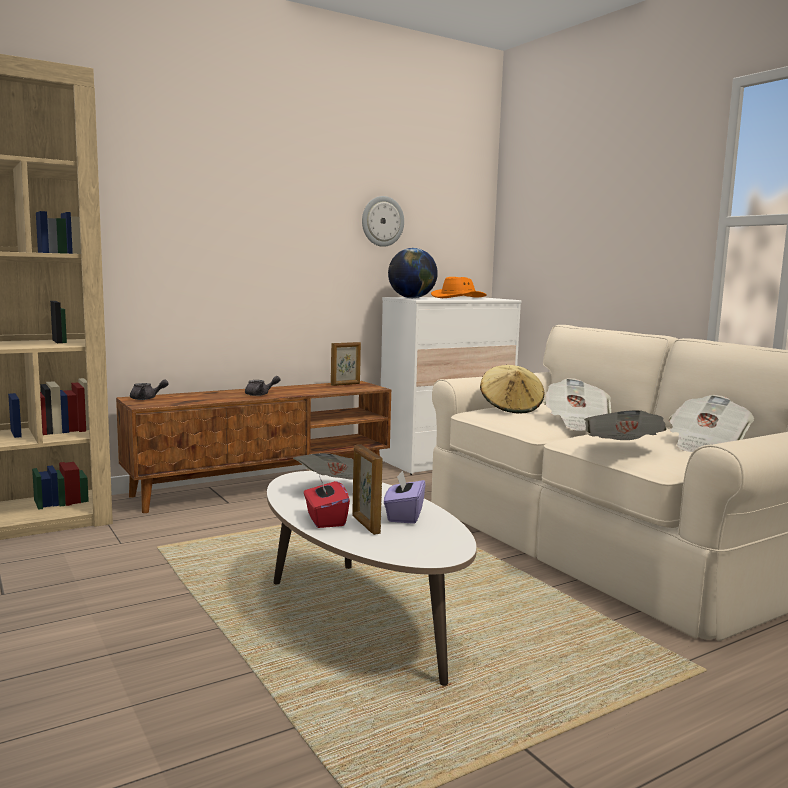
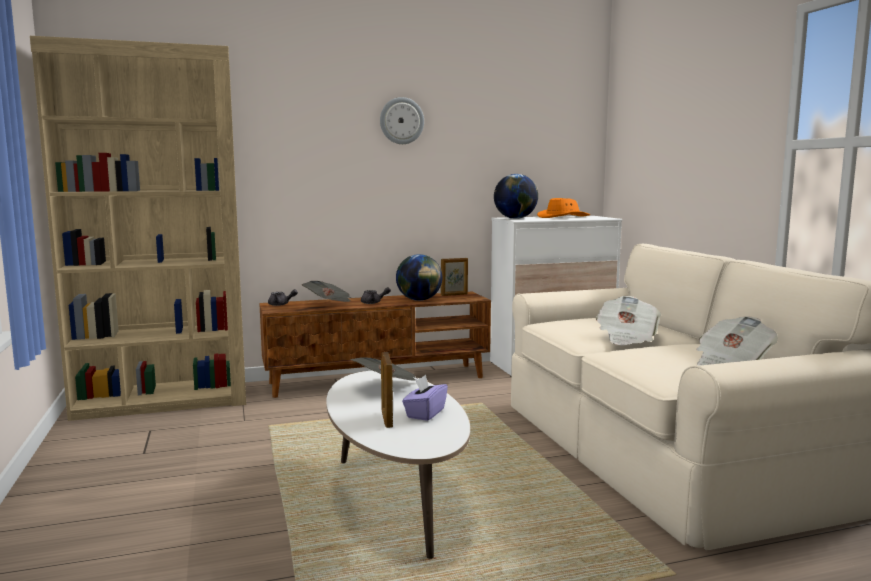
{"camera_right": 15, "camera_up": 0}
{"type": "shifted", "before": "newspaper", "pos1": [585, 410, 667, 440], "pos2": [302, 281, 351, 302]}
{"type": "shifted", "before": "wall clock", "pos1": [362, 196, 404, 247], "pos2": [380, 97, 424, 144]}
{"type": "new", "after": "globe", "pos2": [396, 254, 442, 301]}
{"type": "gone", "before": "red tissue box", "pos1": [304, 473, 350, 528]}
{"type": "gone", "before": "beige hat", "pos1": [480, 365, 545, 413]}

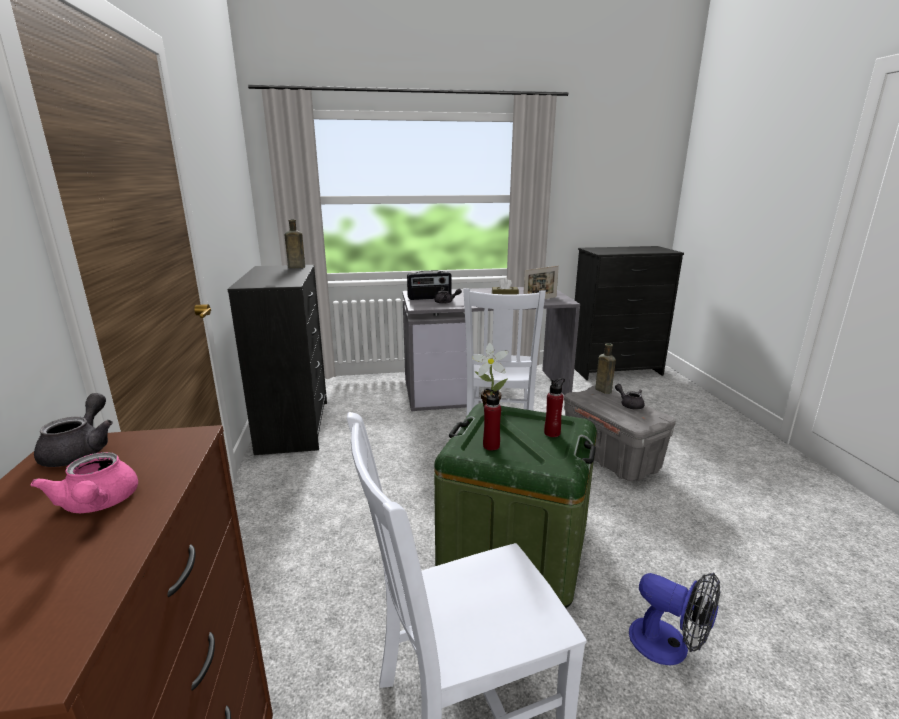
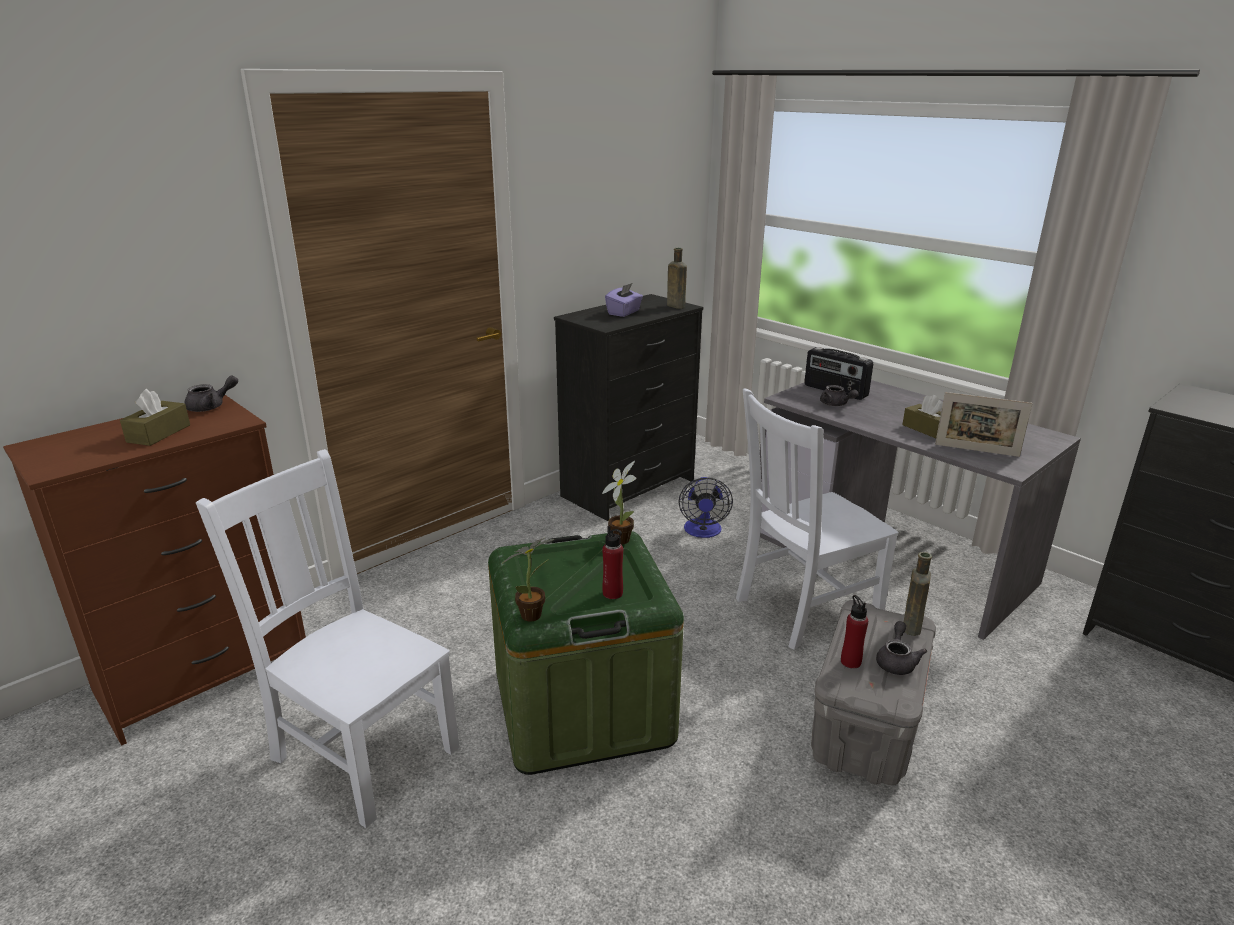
{"camera_right": 55, "camera_up": 5}
{"type": "swapped", "before": "pink teapot", "after": "brown tissue box", "pos1": [30, 452, 138, 513], "pos2": [120, 389, 190, 446]}
{"type": "new", "after": "potted plant", "pos2": [503, 538, 555, 622]}
{"type": "new", "after": "purple tissue box", "pos2": [605, 283, 643, 317]}
{"type": "shifted", "before": "fan", "pos1": [629, 573, 721, 665], "pos2": [679, 477, 733, 538]}
{"type": "shifted", "before": "red bottle", "pos1": [483, 389, 501, 451], "pos2": [841, 595, 868, 669]}

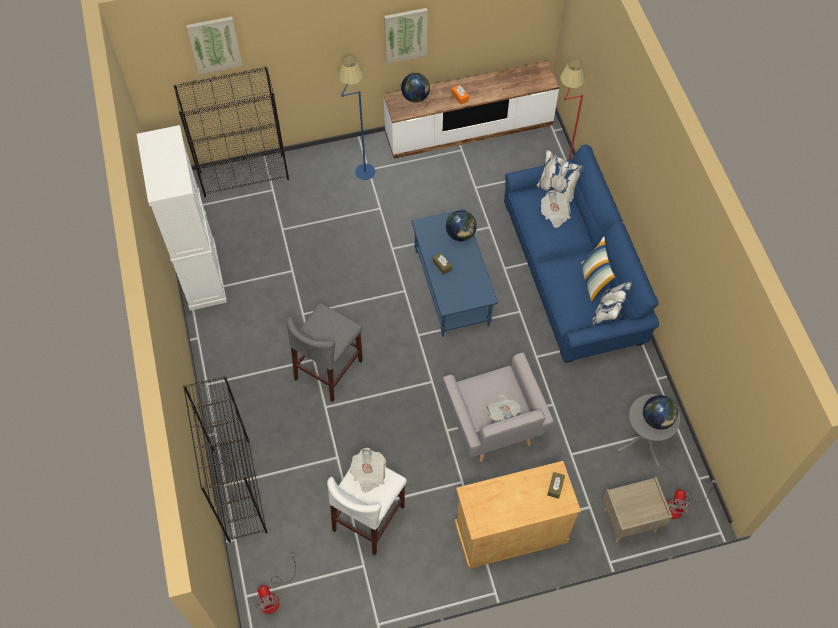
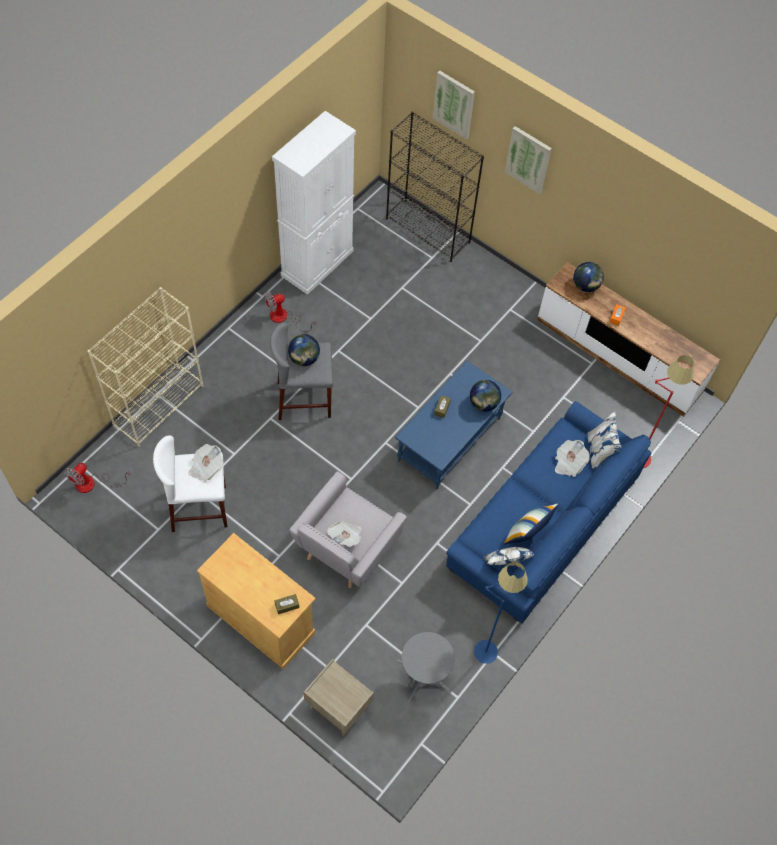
{"camera_right": 50, "camera_up": 0}
{"type": "repainted", "before": "black bookcase", "after": "beige bookcase", "pos1": [183, 376, 267, 543], "pos2": [88, 287, 203, 447]}
{"type": "shifted", "before": "fan", "pos1": [666, 480, 717, 519], "pos2": [265, 291, 316, 332]}
{"type": "shifted", "before": "globe", "pos1": [643, 395, 678, 430], "pos2": [288, 334, 320, 366]}
{"type": "shifted", "before": "blue floor lamp", "pos1": [338, 56, 375, 180], "pos2": [474, 562, 528, 664]}
{"type": "shifted", "before": "picture", "pos1": [384, 8, 428, 63], "pos2": [505, 126, 552, 194]}

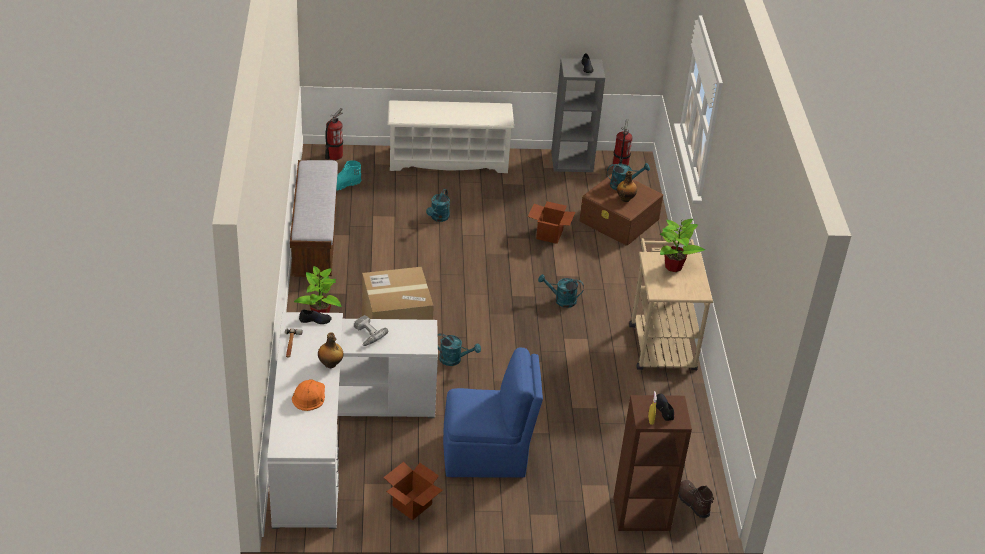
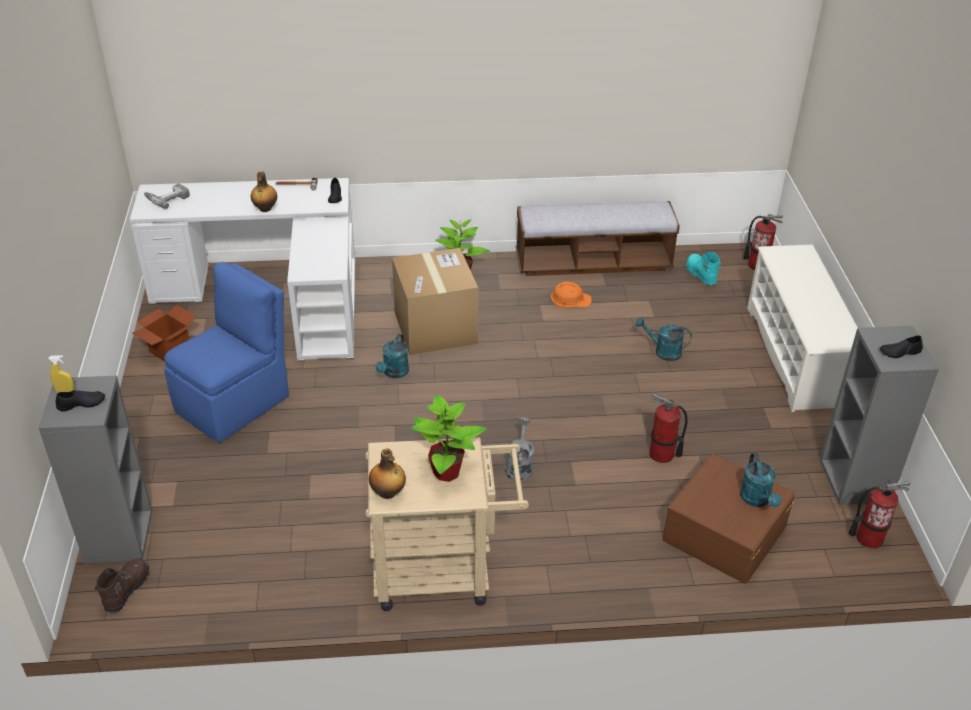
{"camera_right": 90, "camera_up": 0}
{"type": "repainted", "before": "brown bookcase", "after": "grey bookcase", "pos1": [614, 395, 692, 531], "pos2": [39, 376, 152, 564]}
{"type": "rotated", "before": "brown boot", "pos1": [678, 480, 714, 518], "pos2": [95, 559, 149, 613], "turn": -45}
{"type": "shifted", "before": "power drill", "pos1": [354, 315, 388, 346], "pos2": [144, 184, 190, 209]}
{"type": "rotated", "before": "blue chair", "pos1": [443, 347, 543, 477], "pos2": [164, 262, 289, 443], "turn": -135}
{"type": "shifted", "before": "bottle", "pos1": [617, 171, 637, 202], "pos2": [369, 448, 406, 499]}
{"type": "repainted", "before": "turquoise watering can", "after": "grey watering can", "pos1": [538, 274, 584, 308], "pos2": [505, 417, 534, 481]}
{"type": "shifted", "before": "orange hard hat", "pos1": [292, 379, 325, 411], "pos2": [551, 281, 592, 308]}
{"type": "swapped", "before": "cardboard box", "after": "fire extinguisher", "pos1": [528, 201, 575, 244], "pos2": [650, 393, 688, 463]}

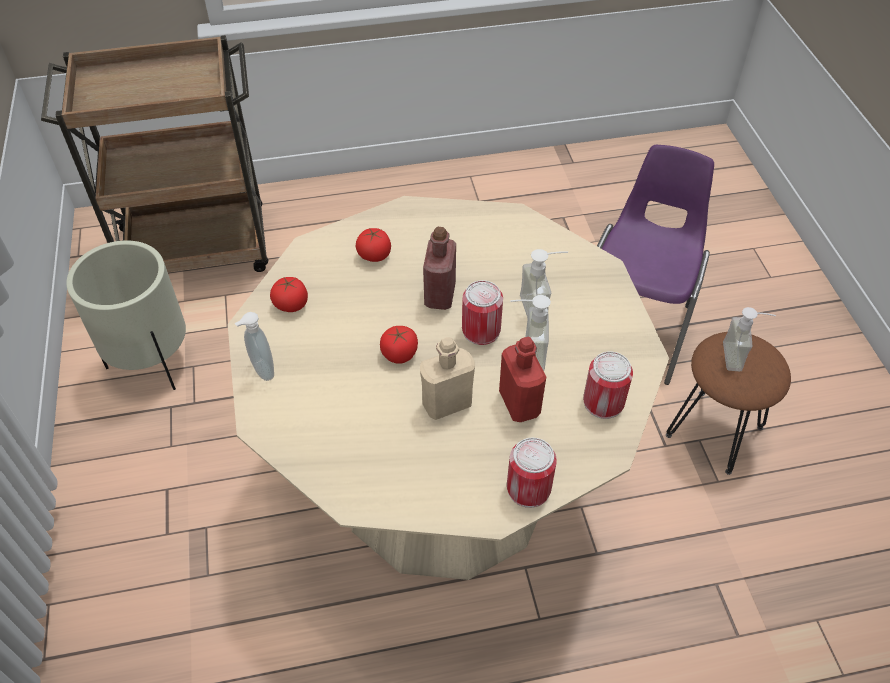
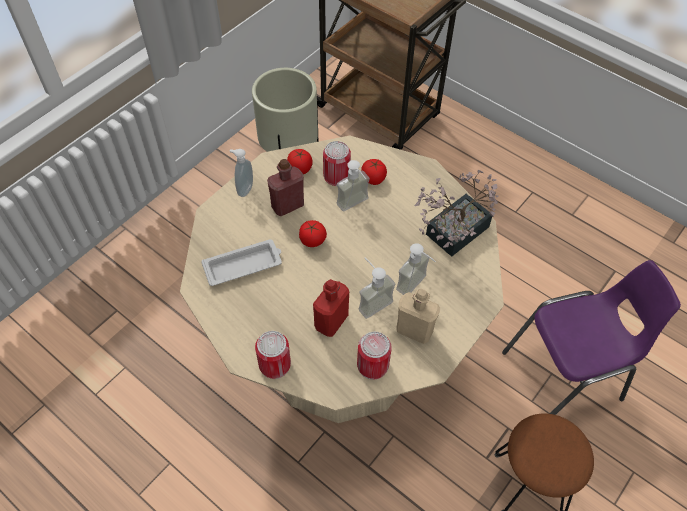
{"camera_right": 50, "camera_up": 5}
{"type": "new", "after": "white tray", "pos2": [202, 239, 282, 286]}
{"type": "shifted", "before": "red bottle", "pos1": [423, 227, 456, 310], "pos2": [267, 159, 304, 216]}
{"type": "shifted", "before": "can", "pos1": [462, 280, 503, 345], "pos2": [323, 141, 351, 186]}
{"type": "shifted", "before": "soap dispenser", "pos1": [723, 307, 776, 371], "pos2": [337, 160, 370, 211]}
{"type": "shifted", "before": "beige bottle", "pos1": [420, 337, 475, 420], "pos2": [396, 289, 440, 344]}
{"type": "new", "after": "potted plant", "pos2": [414, 170, 499, 257]}

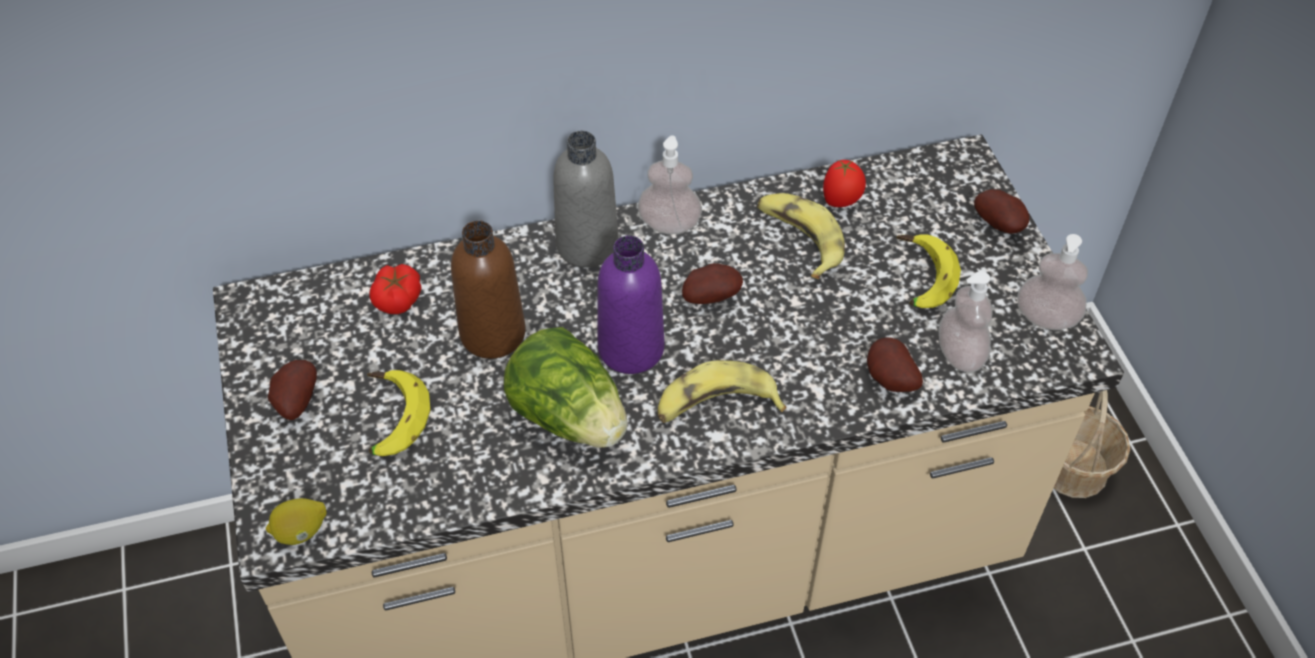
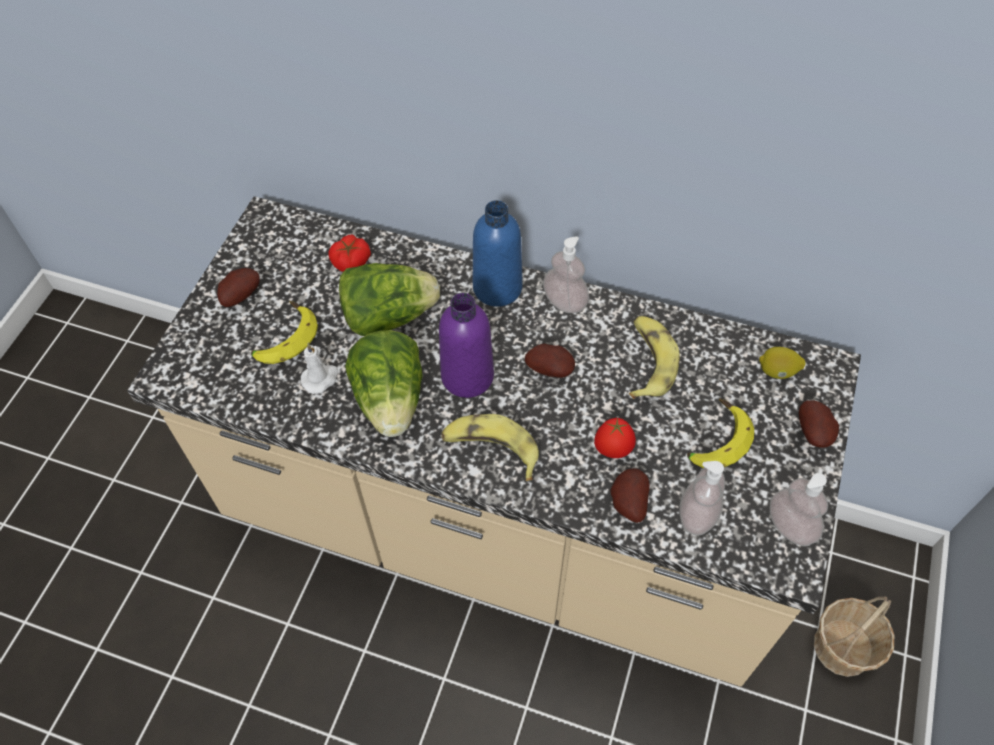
{"camera_right": 35, "camera_up": 5}
{"type": "new", "after": "white candle", "pos2": [301, 343, 338, 394]}
{"type": "swapped", "before": "brown bottle", "after": "lettuce", "pos1": [451, 220, 526, 359], "pos2": [339, 263, 440, 336]}
{"type": "repainted", "before": "grey bottle", "after": "blue bottle", "pos1": [553, 131, 619, 268], "pos2": [473, 200, 523, 307]}
{"type": "shifted", "before": "tomato", "pos1": [823, 160, 866, 207], "pos2": [594, 418, 636, 458]}
{"type": "shifted", "before": "lemon", "pos1": [266, 498, 327, 545], "pos2": [759, 347, 805, 379]}

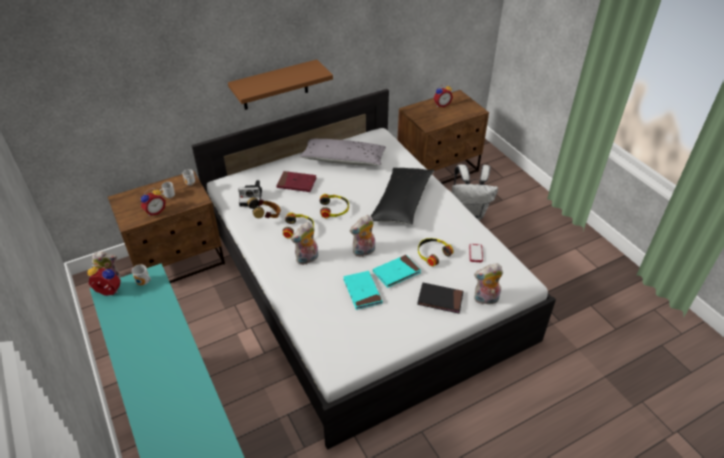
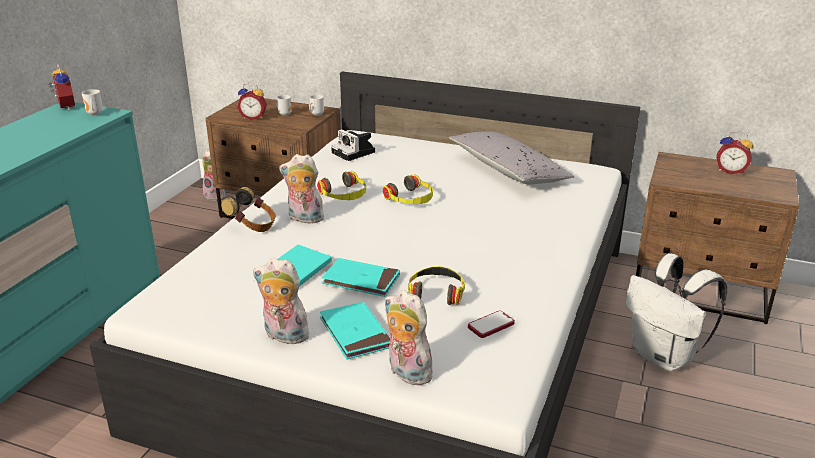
{"camera_right": 50, "camera_up": -15}
{"type": "shifted", "before": "headphones", "pos1": [247, 197, 281, 218], "pos2": [221, 187, 276, 232]}
{"type": "shifted", "before": "plush toy", "pos1": [350, 215, 375, 257], "pos2": [253, 258, 309, 344]}
{"type": "repainted", "before": "black book", "after": "turquoise book", "pos1": [417, 283, 464, 314], "pos2": [320, 302, 390, 359]}
{"type": "gone", "before": "brown shelf", "pos1": [228, 59, 333, 110]}
{"type": "gone", "before": "red book", "pos1": [276, 171, 317, 192]}
{"type": "gone", "before": "black pillow", "pos1": [371, 168, 434, 225]}

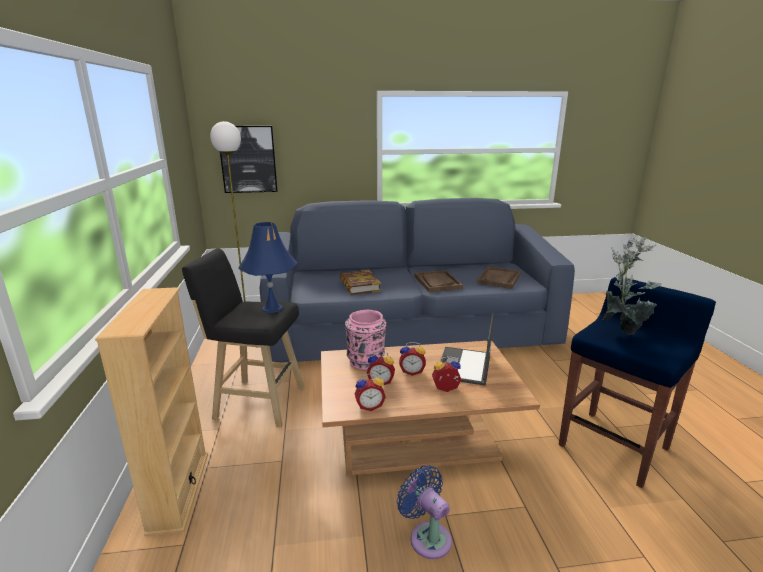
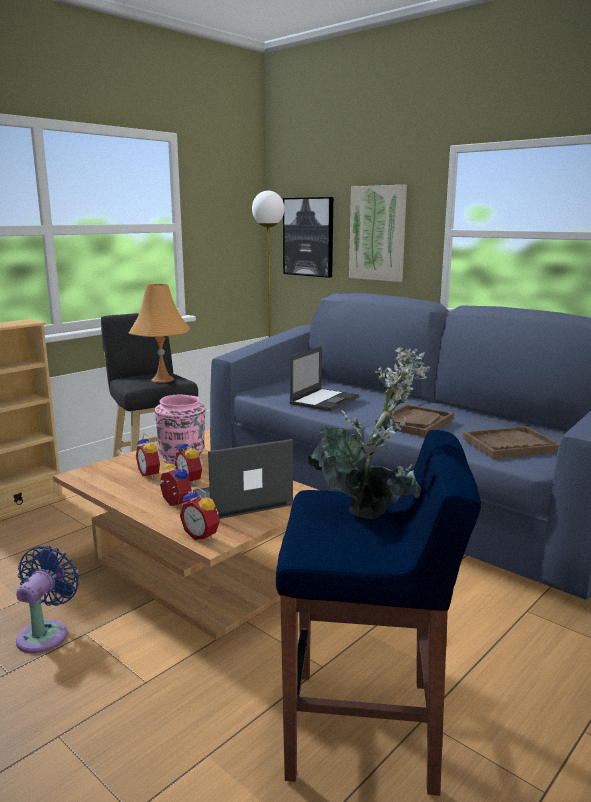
{"camera_right": 50, "camera_up": -5}
{"type": "repainted", "before": "blue table lamp", "after": "orange table lamp", "pos1": [238, 222, 297, 313], "pos2": [129, 284, 190, 383]}
{"type": "shifted", "before": "alarm clock", "pos1": [354, 373, 386, 411], "pos2": [180, 487, 220, 541]}
{"type": "swapped", "before": "book", "after": "laptop", "pos1": [340, 270, 381, 295], "pos2": [289, 346, 359, 411]}
{"type": "new", "after": "picture", "pos2": [349, 185, 407, 282]}

